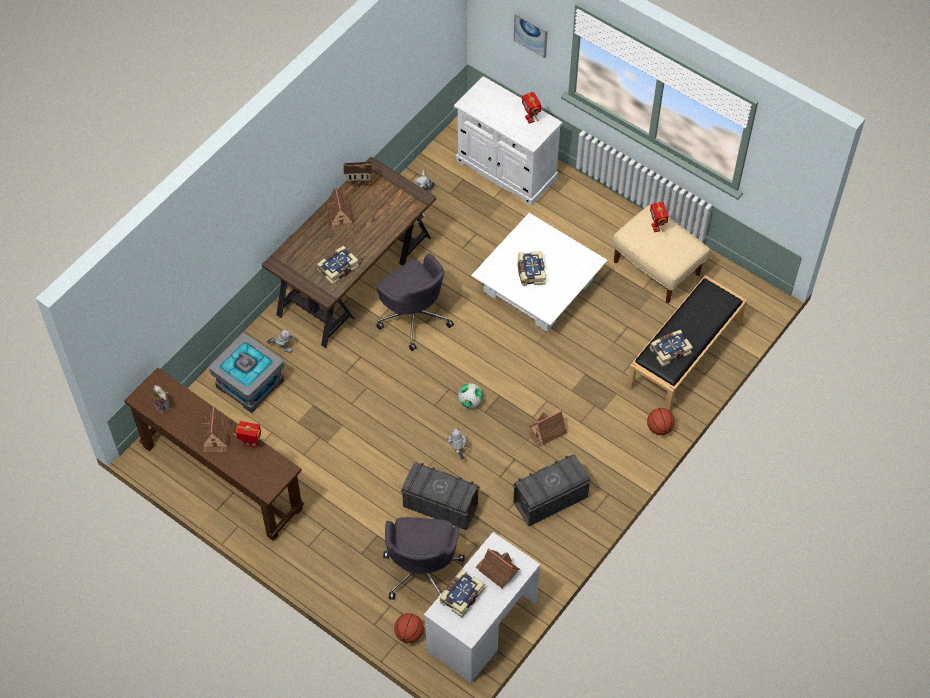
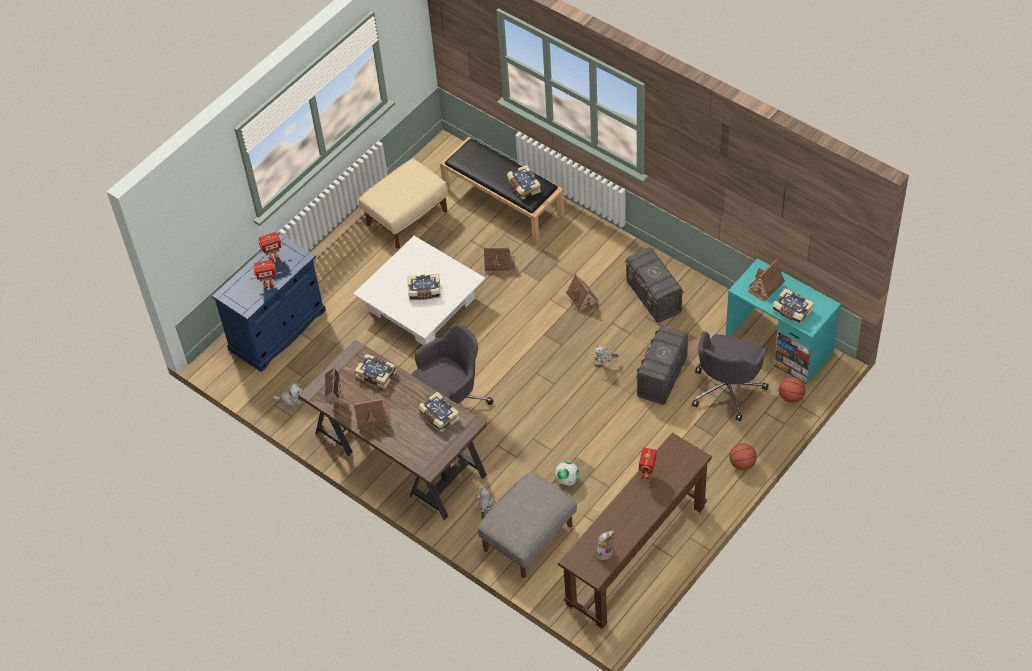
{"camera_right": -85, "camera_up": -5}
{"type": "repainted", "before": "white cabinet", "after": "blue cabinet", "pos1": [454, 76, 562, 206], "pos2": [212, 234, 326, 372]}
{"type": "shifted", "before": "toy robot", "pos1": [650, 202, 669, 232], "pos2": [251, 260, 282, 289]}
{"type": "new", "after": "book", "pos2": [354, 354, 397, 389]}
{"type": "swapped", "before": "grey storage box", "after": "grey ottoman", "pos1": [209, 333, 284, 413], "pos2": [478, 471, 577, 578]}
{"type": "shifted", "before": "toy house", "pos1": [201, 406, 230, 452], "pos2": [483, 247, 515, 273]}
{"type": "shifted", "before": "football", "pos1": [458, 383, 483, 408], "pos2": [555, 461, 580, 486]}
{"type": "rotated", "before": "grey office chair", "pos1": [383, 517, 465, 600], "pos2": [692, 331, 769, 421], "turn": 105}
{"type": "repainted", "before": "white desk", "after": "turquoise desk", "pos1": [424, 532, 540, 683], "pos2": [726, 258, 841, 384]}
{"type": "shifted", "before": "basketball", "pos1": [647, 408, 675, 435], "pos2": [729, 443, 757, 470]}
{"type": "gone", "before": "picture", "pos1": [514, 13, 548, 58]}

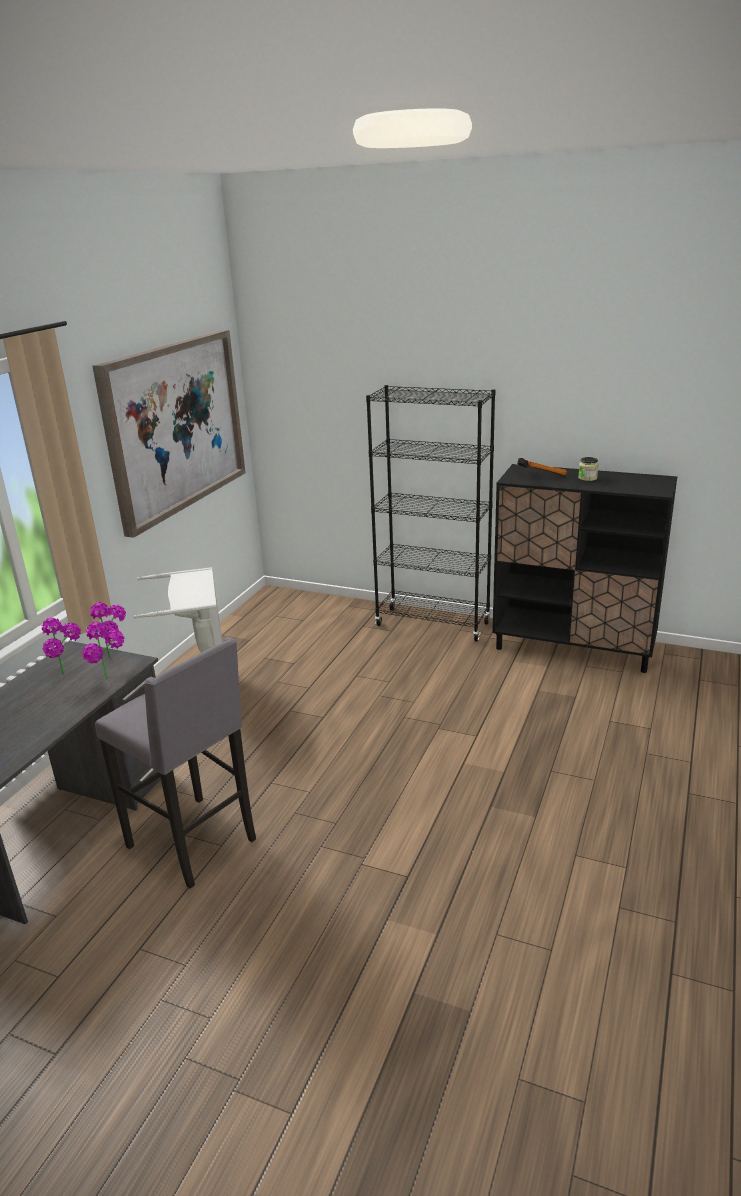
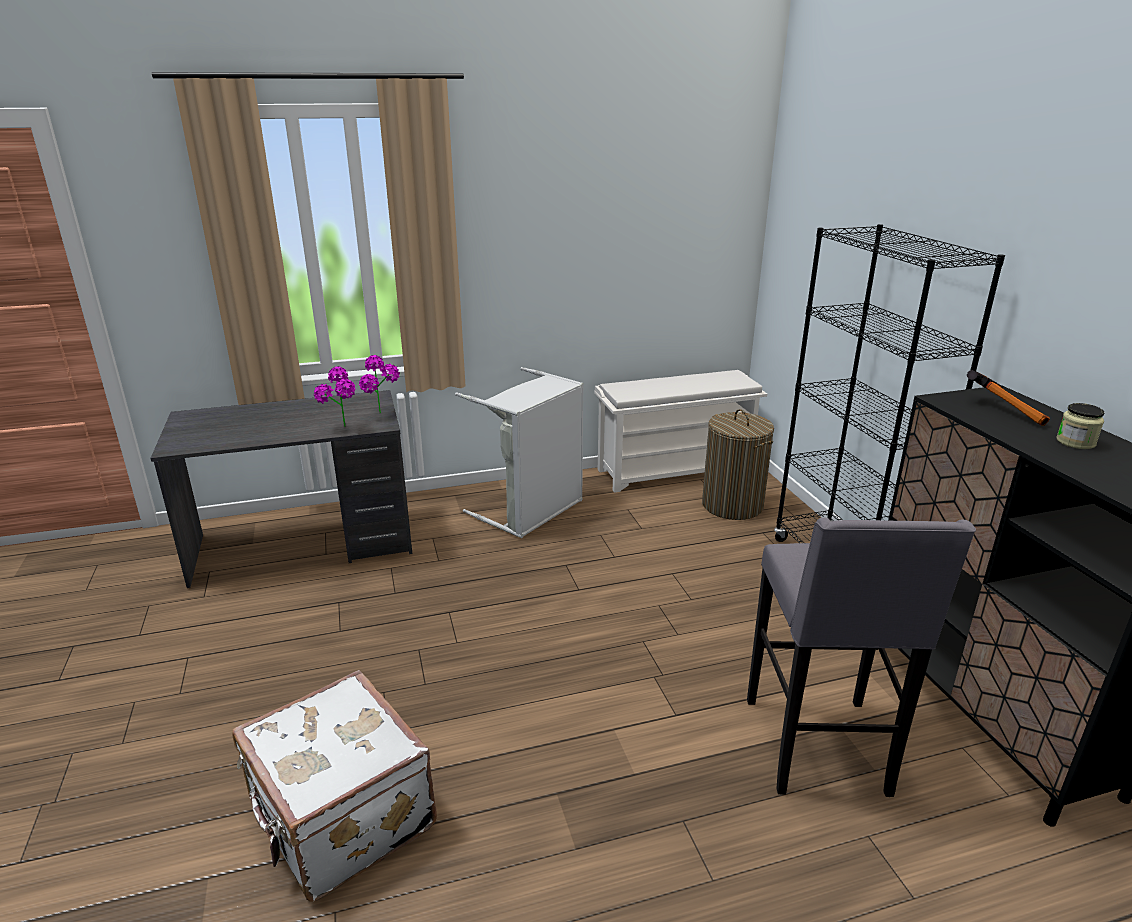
{"camera_right": 50, "camera_up": 0}
{"type": "new", "after": "white suitcase", "pos2": [232, 670, 437, 902]}
{"type": "new", "after": "white shoe rack", "pos2": [594, 370, 767, 493]}
{"type": "new", "after": "laundry basket", "pos2": [702, 409, 774, 520]}
{"type": "shifted", "before": "grey stool", "pos1": [95, 637, 256, 889], "pos2": [747, 518, 976, 797]}
{"type": "gone", "before": "potted plant", "pos1": [42, 617, 81, 674]}
{"type": "gone", "before": "picture", "pos1": [92, 330, 246, 538]}

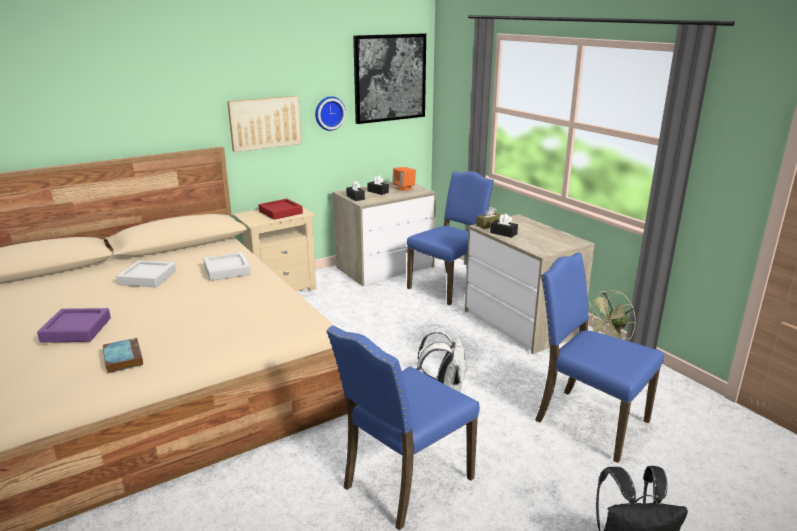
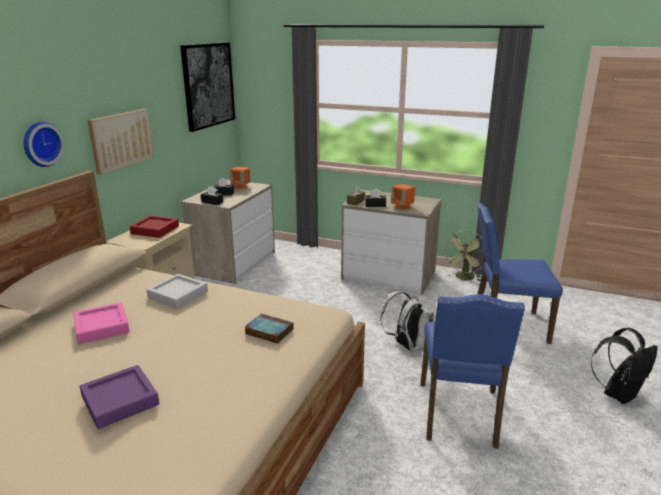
{"camera_right": -35, "camera_up": 0}
{"type": "shifted", "before": "wall clock", "pos1": [315, 96, 346, 131], "pos2": [24, 121, 64, 167]}
{"type": "repainted", "before": "grey tray", "after": "pink tray", "pos1": [117, 260, 176, 288], "pos2": [73, 302, 130, 344]}
{"type": "shifted", "before": "book", "pos1": [103, 338, 143, 373], "pos2": [245, 314, 294, 344]}
{"type": "new", "after": "orange speaker", "pos2": [391, 184, 416, 210]}
{"type": "gone", "before": "blue chair", "pos1": [407, 171, 494, 305]}

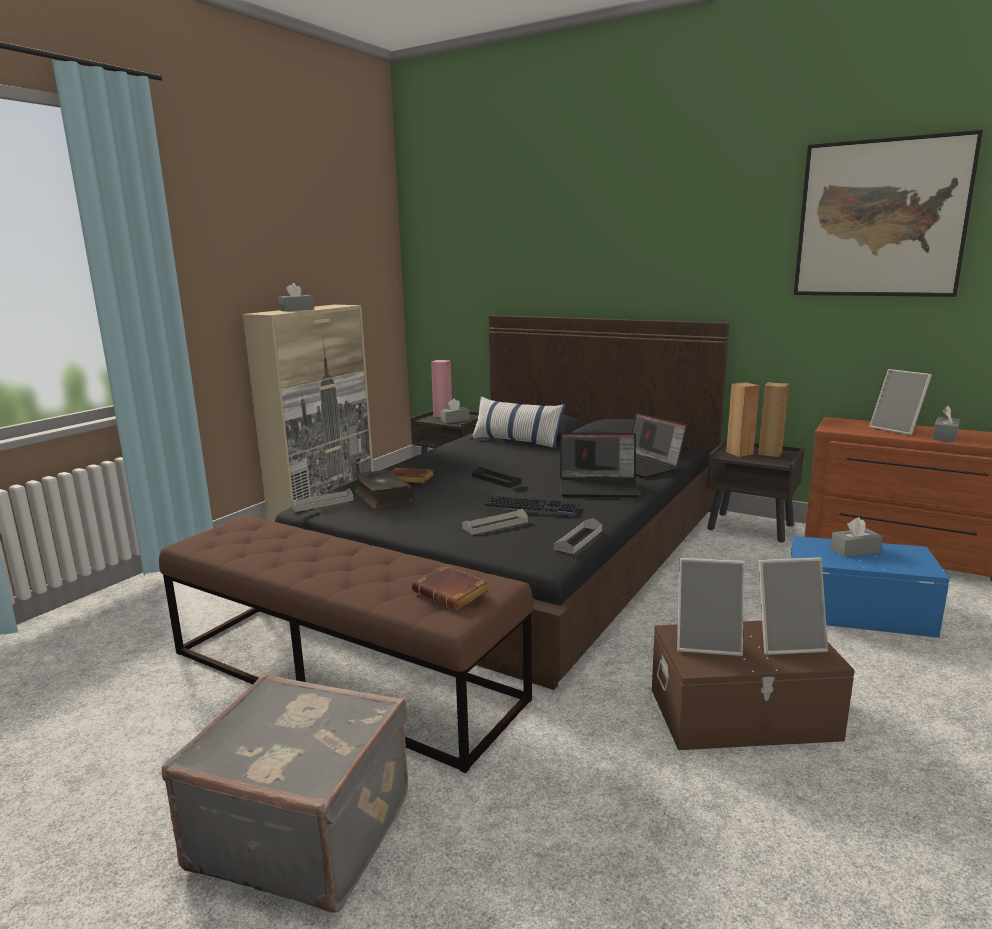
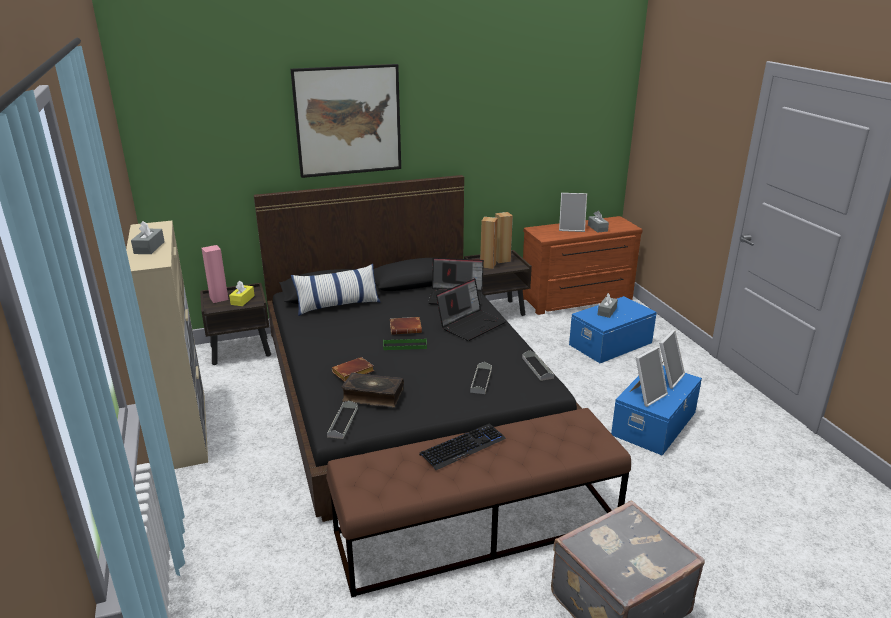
{"camera_right": -50, "camera_up": 10}
{"type": "repainted", "before": "grey tissue box", "after": "yellow tissue box", "pos1": [440, 398, 470, 423], "pos2": [229, 281, 255, 306]}
{"type": "shifted", "before": "picture", "pos1": [794, 130, 983, 297], "pos2": [291, 64, 401, 178]}
{"type": "repainted", "before": "black tray", "after": "green tray", "pos1": [472, 466, 522, 488], "pos2": [383, 339, 427, 350]}
{"type": "shifted", "before": "brown book", "pos1": [412, 565, 488, 610], "pos2": [390, 317, 422, 335]}
{"type": "shifted", "before": "keyboard", "pos1": [481, 496, 579, 516], "pos2": [419, 423, 506, 470]}
{"type": "repainted", "before": "brown storage box", "after": "blue storage box", "pos1": [652, 621, 855, 750], "pos2": [611, 365, 702, 456]}

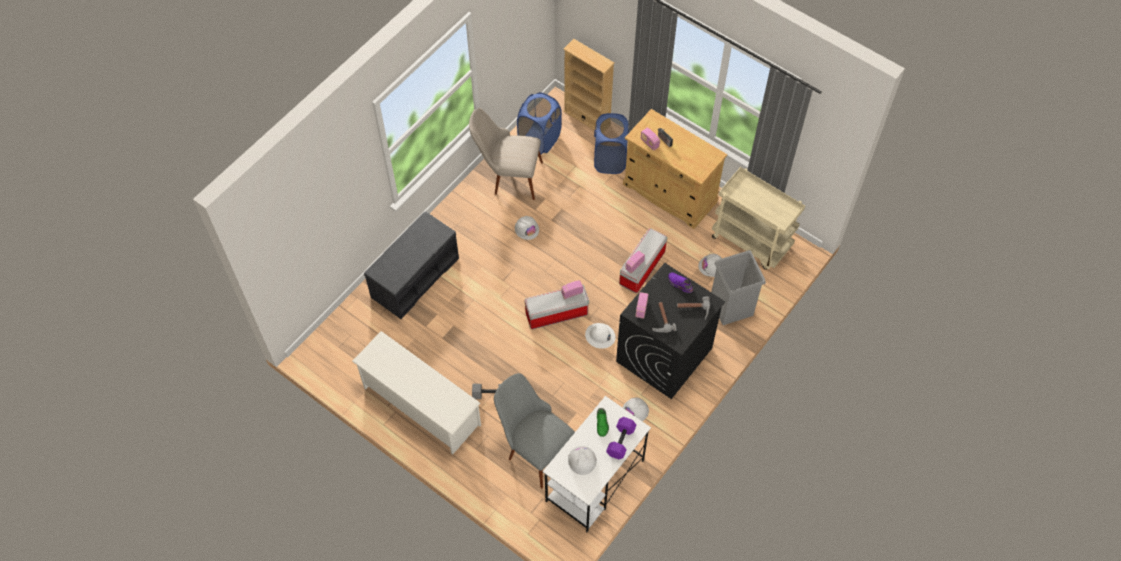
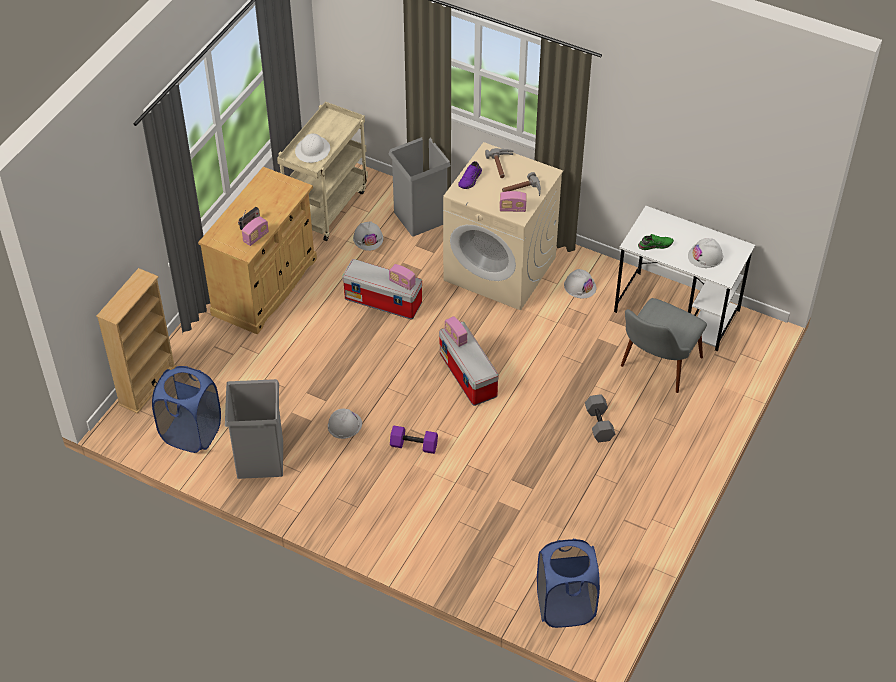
{"camera_right": -100, "camera_up": -10}
{"type": "swapped", "before": "beige chair", "after": "grey trash can", "pos1": [469, 108, 543, 200], "pos2": [225, 379, 283, 479]}
{"type": "shifted", "before": "white hard hat", "pos1": [585, 323, 616, 349], "pos2": [295, 133, 330, 163]}
{"type": "shifted", "before": "purple dumbbell", "pos1": [606, 417, 636, 459], "pos2": [390, 425, 438, 454]}
{"type": "repainted", "before": "black washing machine", "after": "beige washing machine", "pos1": [616, 263, 725, 399], "pos2": [443, 142, 563, 311]}
{"type": "shifted", "before": "blue laundry basket", "pos1": [594, 113, 629, 174], "pos2": [537, 539, 600, 628]}
{"type": "gone", "before": "white shoe rack", "pos1": [352, 331, 481, 454]}
{"type": "gone", "before": "grey bench", "pos1": [364, 211, 459, 319]}

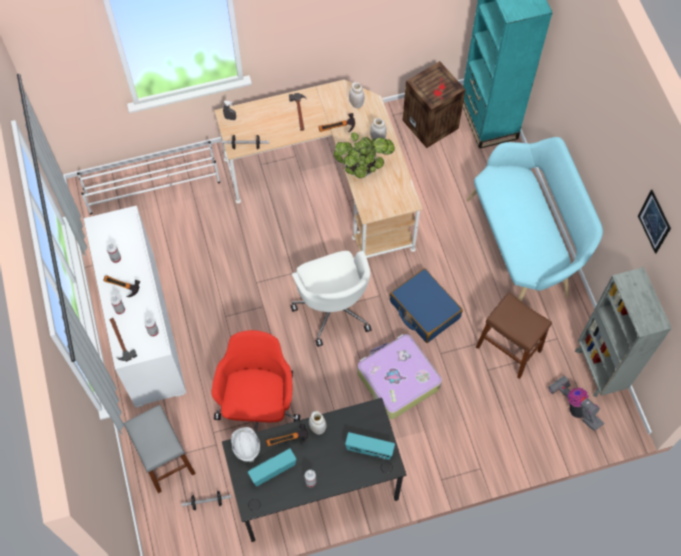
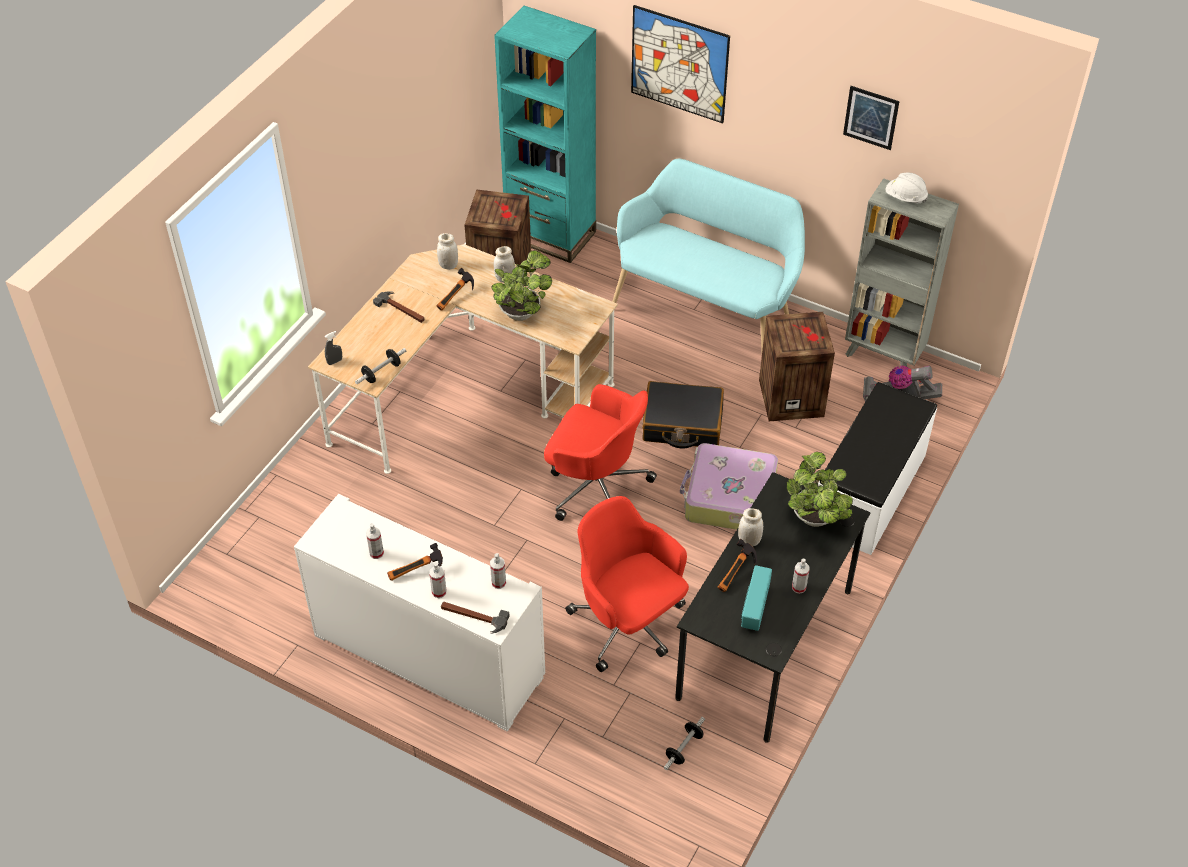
{"camera_right": -45, "camera_up": -15}
{"type": "repainted", "before": "white office chair", "after": "red office chair", "pos1": [291, 251, 371, 347], "pos2": [544, 384, 657, 521]}
{"type": "new", "after": "picture", "pos2": [631, 5, 730, 124]}
{"type": "repainted", "before": "blue suitcase", "after": "black suitcase", "pos1": [390, 268, 463, 343], "pos2": [642, 381, 724, 449]}
{"type": "swapped", "before": "brown stool", "after": "crate", "pos1": [476, 292, 552, 379], "pos2": [759, 312, 835, 421]}
{"type": "swapped", "before": "radio", "after": "potted plant", "pos1": [345, 432, 395, 460], "pos2": [786, 452, 853, 527]}
{"type": "new", "after": "white bench", "pos2": [818, 382, 937, 555]}
{"type": "shifted", "before": "white hard hat", "pos1": [231, 427, 260, 462], "pos2": [886, 173, 928, 204]}
{"type": "gone", "before": "white shoe rack", "pos1": [77, 141, 220, 214]}
{"type": "gone", "before": "grey stool", "pos1": [124, 405, 196, 493]}

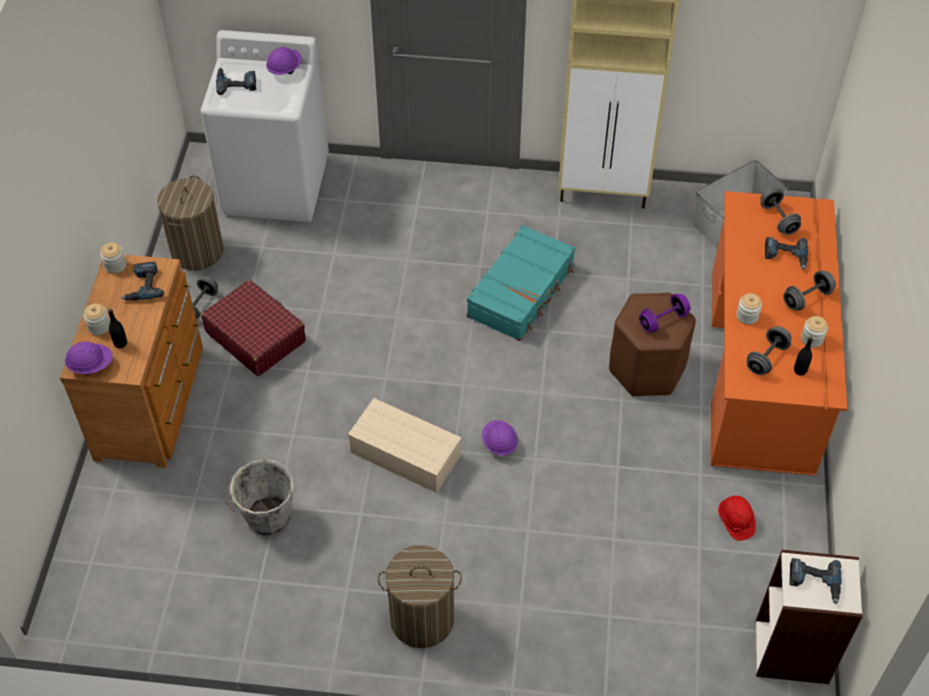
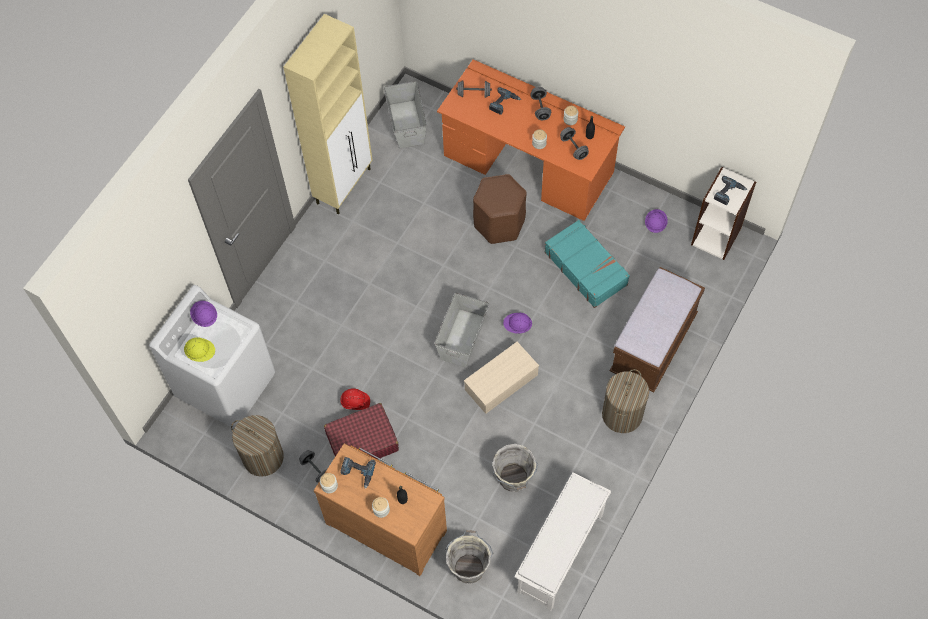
{"camera_right": -65, "camera_up": 10}
{"type": "swapped", "before": "power drill", "after": "yellow hard hat", "pos1": [216, 68, 256, 95], "pos2": [184, 337, 215, 362]}
{"type": "shifted", "before": "red hard hat", "pos1": [718, 496, 756, 541], "pos2": [340, 388, 370, 410]}
{"type": "new", "after": "grey storage box", "pos2": [434, 293, 489, 367]}
{"type": "new", "after": "grey bucket", "pos2": [445, 530, 493, 584]}
{"type": "new", "after": "white shoe rack", "pos2": [514, 472, 611, 611]}
{"type": "shifted", "before": "turquoise suitcase", "pos1": [467, 225, 575, 341], "pos2": [544, 220, 630, 308]}
{"type": "new", "after": "brown bench", "pos2": [610, 267, 705, 393]}
{"type": "shifted", "before": "purple hard hat", "pos1": [65, 342, 113, 375], "pos2": [645, 209, 668, 233]}
{"type": "gone", "before": "purple dumbbell", "pos1": [639, 294, 690, 332]}

